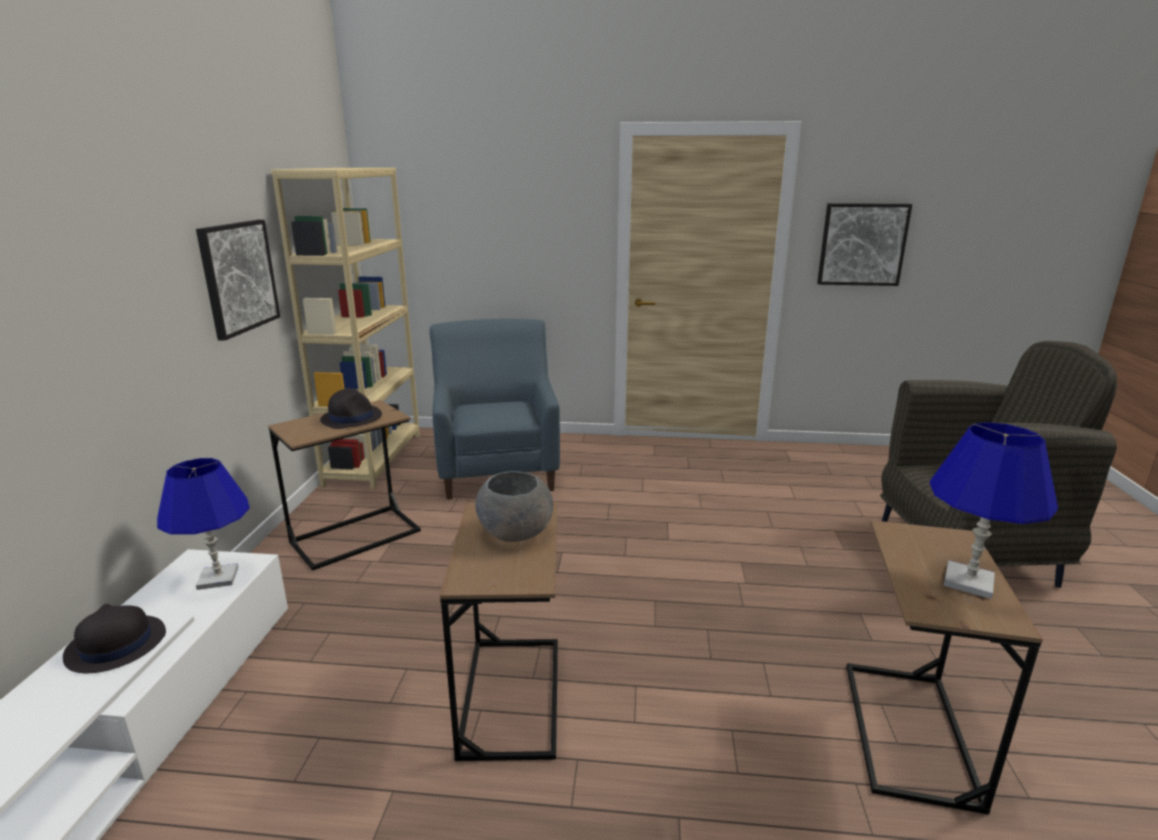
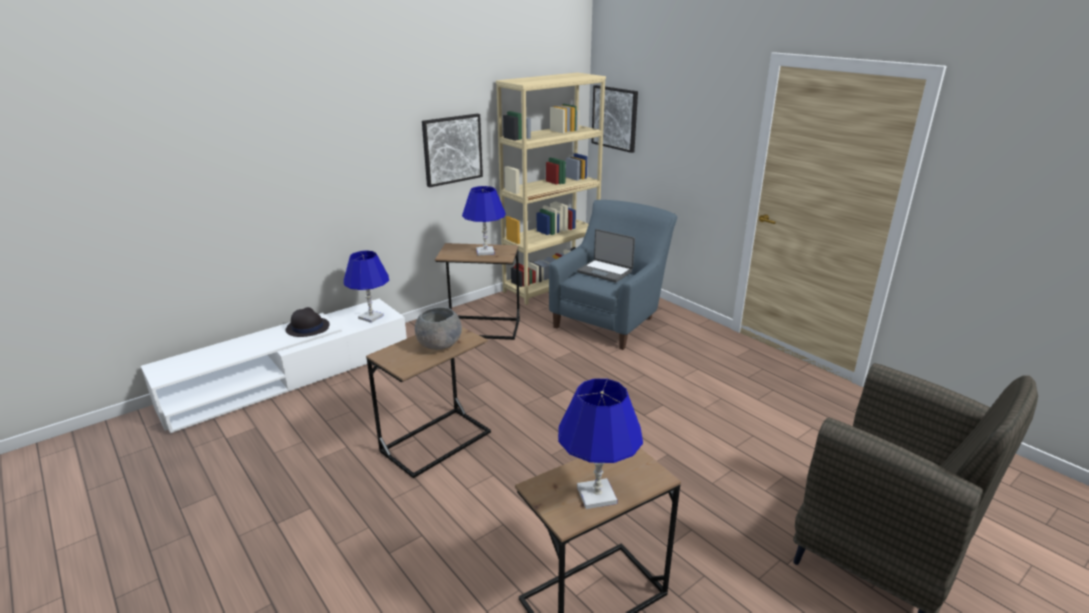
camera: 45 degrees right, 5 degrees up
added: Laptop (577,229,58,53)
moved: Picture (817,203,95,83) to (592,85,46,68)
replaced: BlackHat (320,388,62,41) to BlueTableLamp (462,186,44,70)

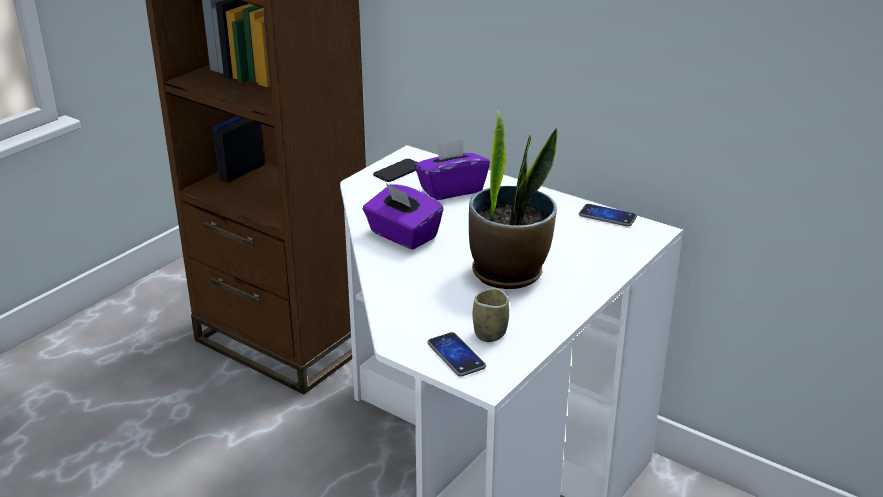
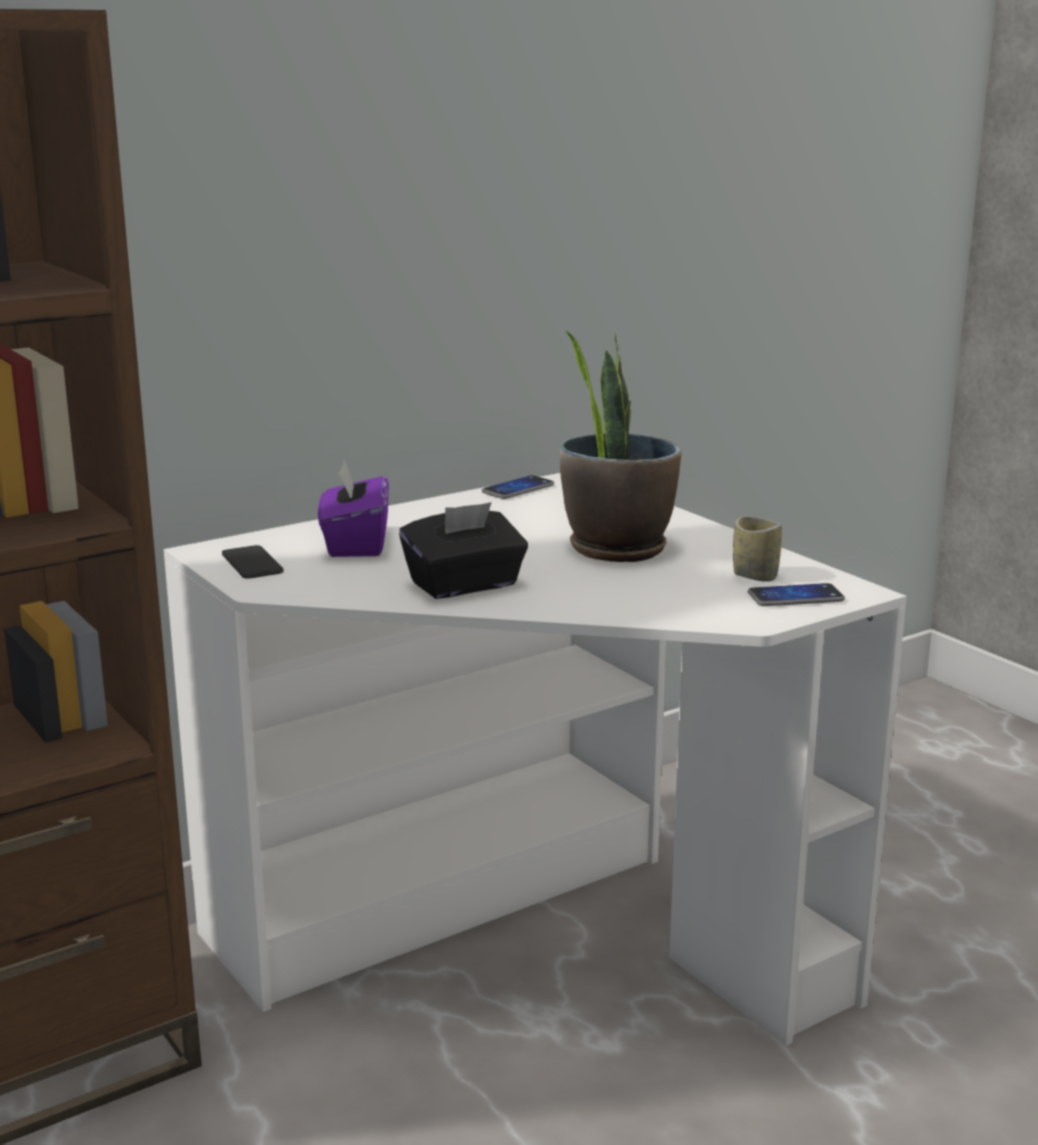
camera: 70 degrees left, 10 degrees down
recoloured: PurpleTissueBox (363,183,81,67) to BlackTissueBox (399,502,129,97)

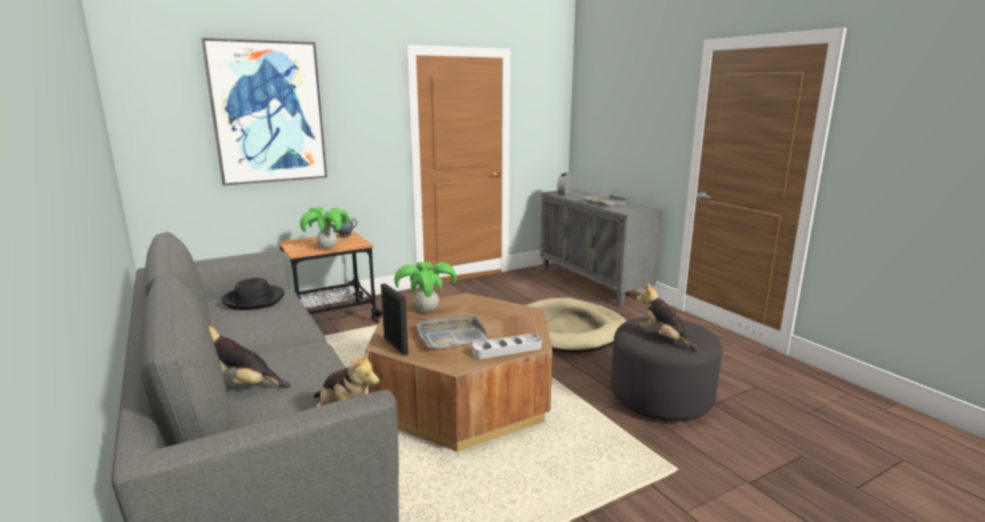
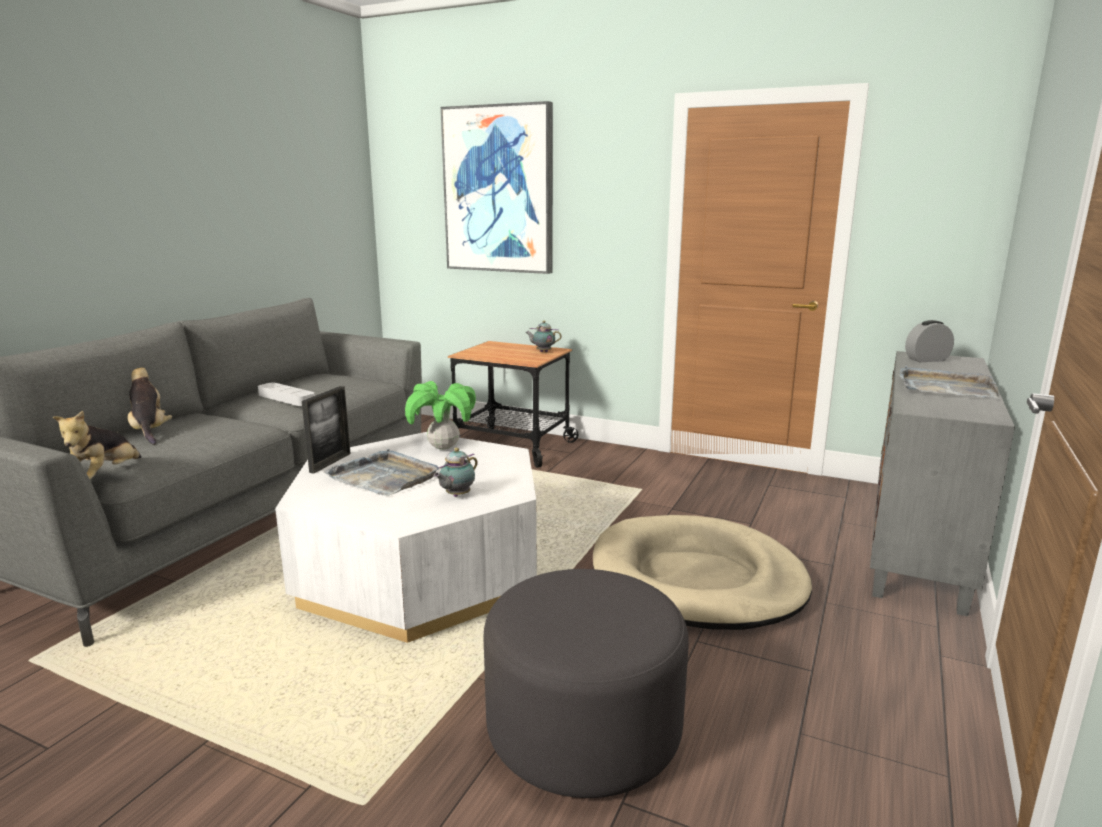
camera: 55 degrees right, 0 degrees up
removed: BlackHat (221,278,64,32); PottedPlant (300,206,48,43); PlushToy (637,283,62,68)
added: Teapot (434,448,44,49)
moved: GreyTray (472,333,69,26) to (258,383,57,23)
recoloured: BrownCoffeeTable (365,293,187,159) to WhiteCoffeeTable (275,432,262,211)

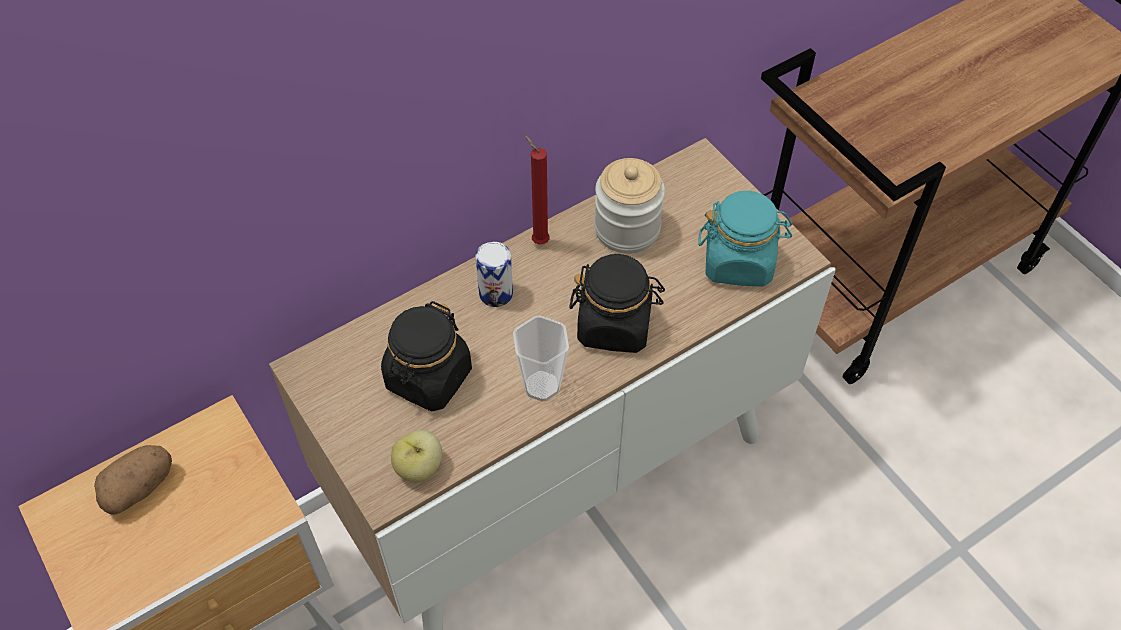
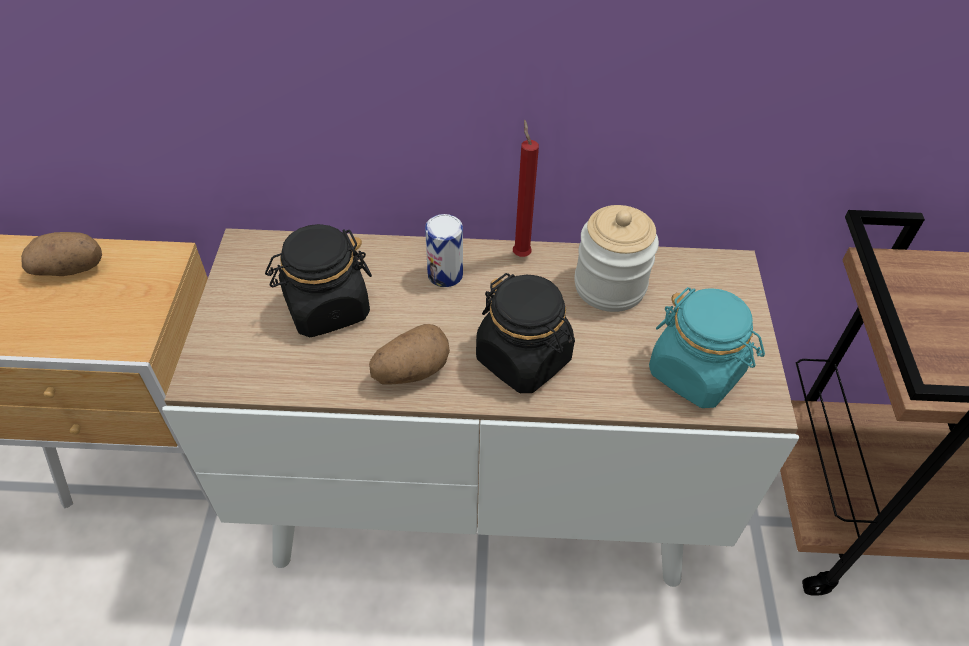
camera: 35 degrees right, 5 degrees down
removed: Apple (391,430,51,52)
replaced: Cup (513,315,56,87) to Potato (369,324,81,61)

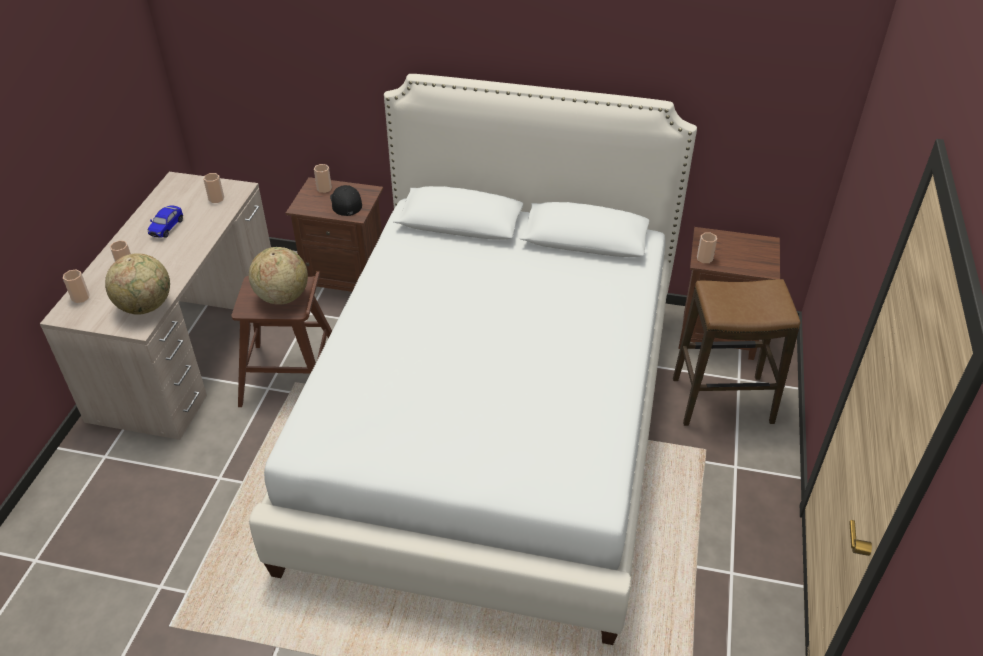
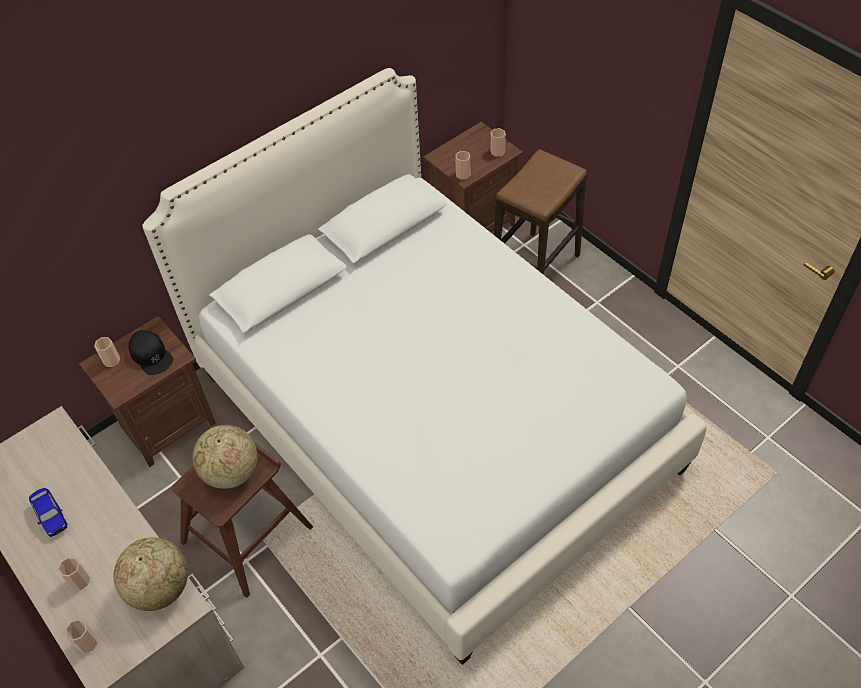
camera: 50 degrees left, 10 degrees up
moved: Cup (203,173,21,30) to (491,128,15,29)
turned: BlackCap (330,185,32,31) = (128,330,46,45) 150 degrees counterclockwise

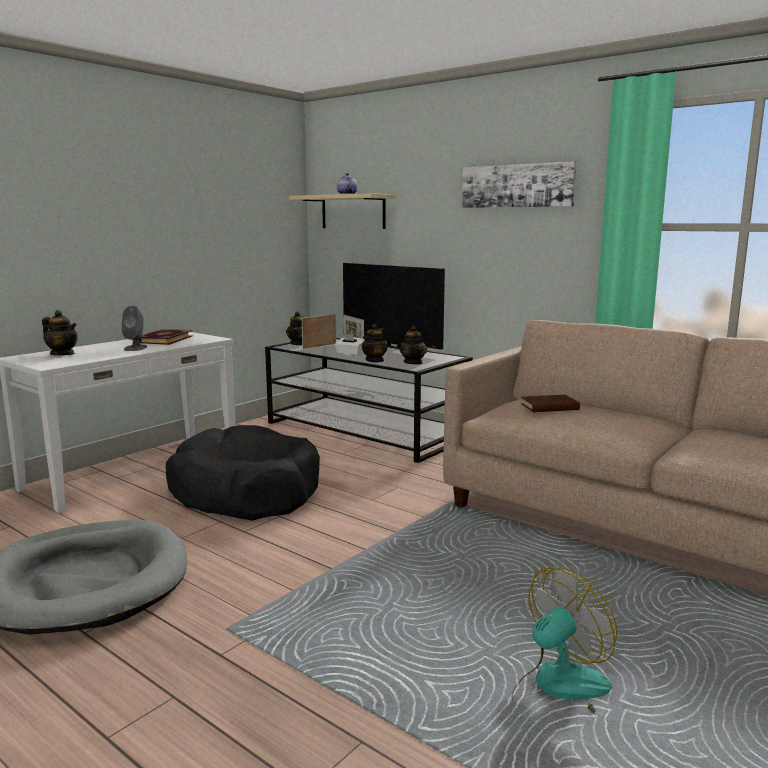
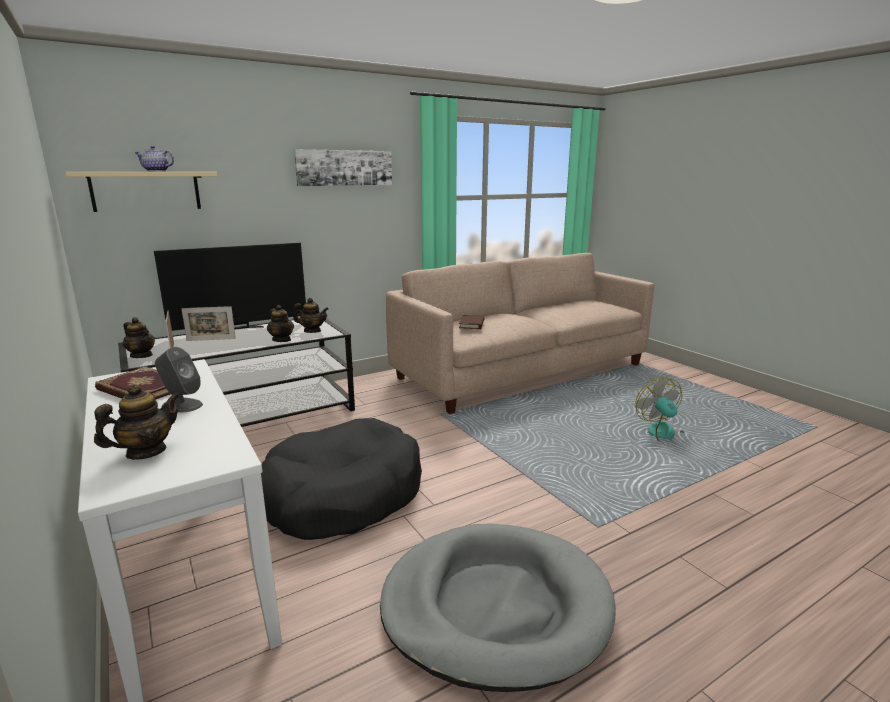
camera: 70 degrees left, 5 degrees up
removed: WhiteTissueBox (335,333,30,23)

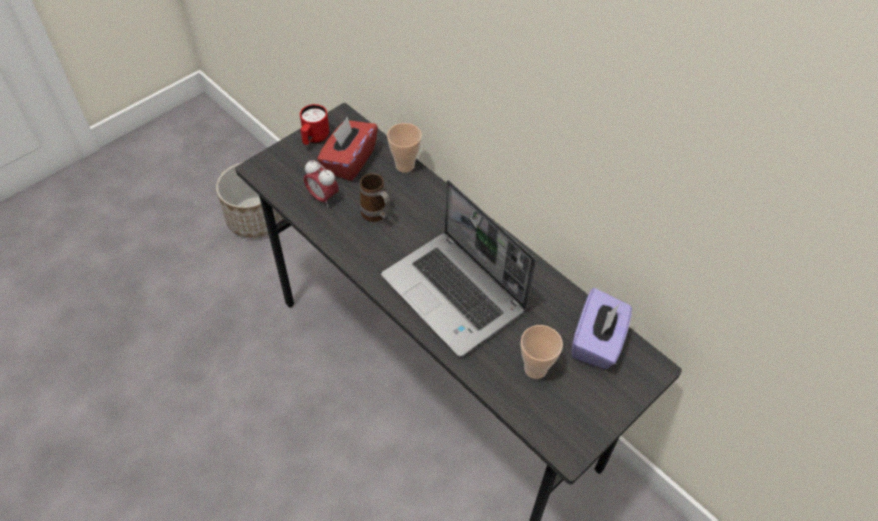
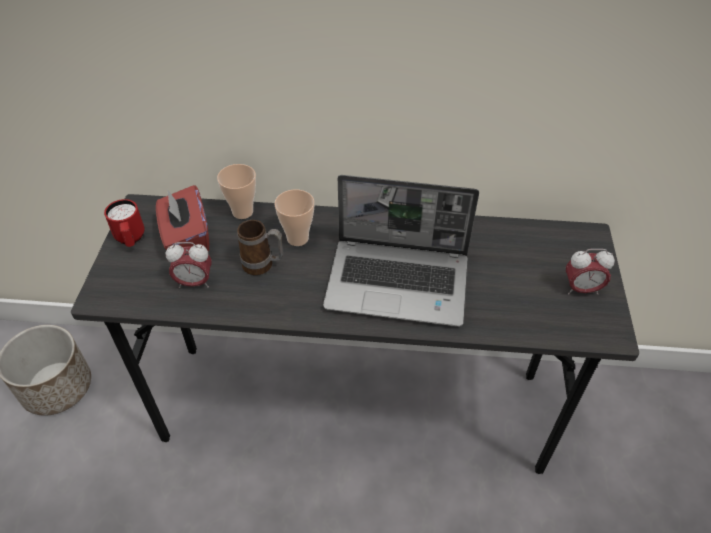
camera: 40 degrees left, 5 degrees down
removed: PurpleTissueBox (572,288,60,81)
added: AlarmClock (566,249,49,46)
moved: Cup (521,325,42,54) to (274,189,41,57)

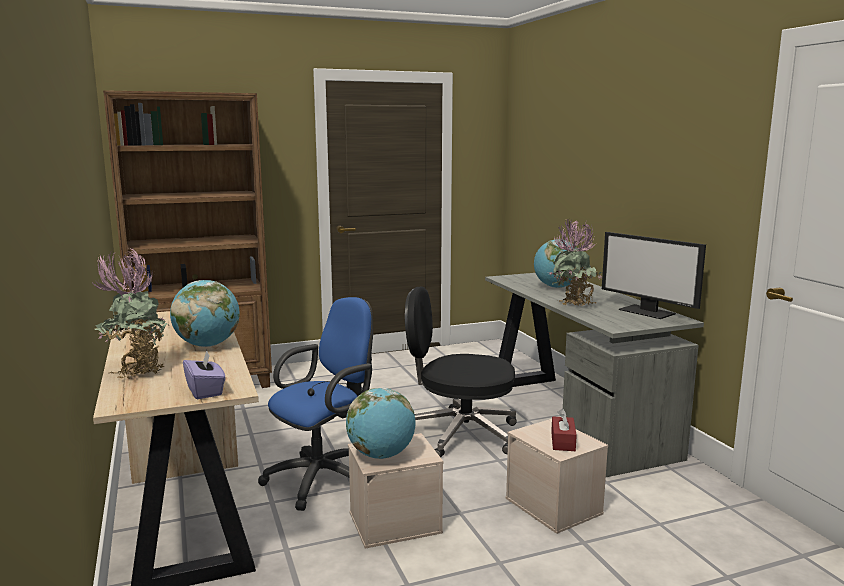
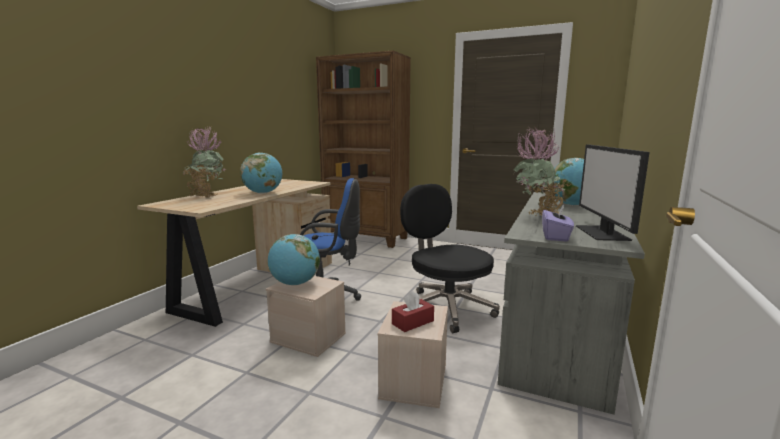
camera: 45 degrees right, 0 degrees up
moved: PurpleTissueBox (183,350,43,49) to (542,205,32,37)

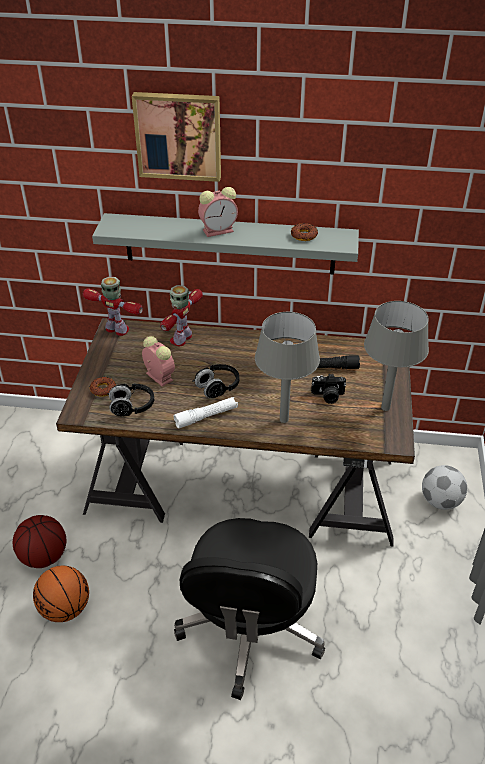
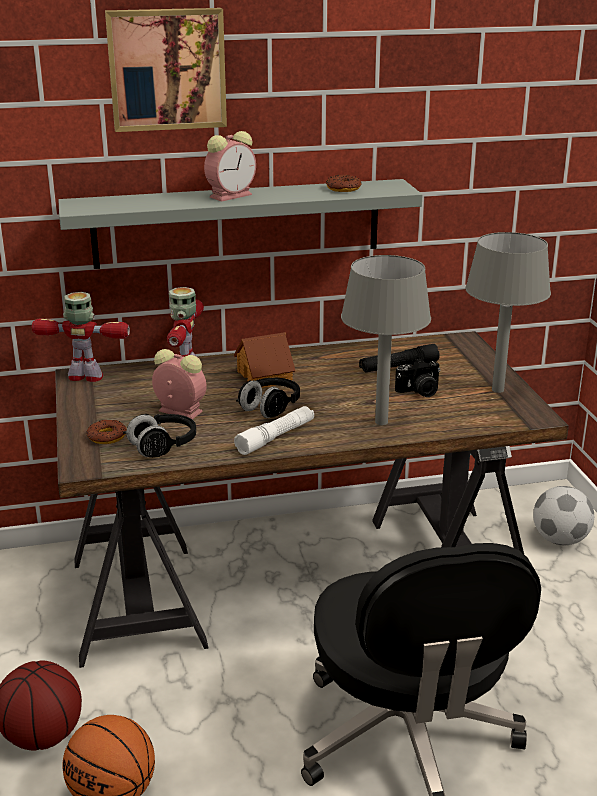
camera: 20 degrees left, 15 degrees down
added: ToyHouse (234,332,62,56)

